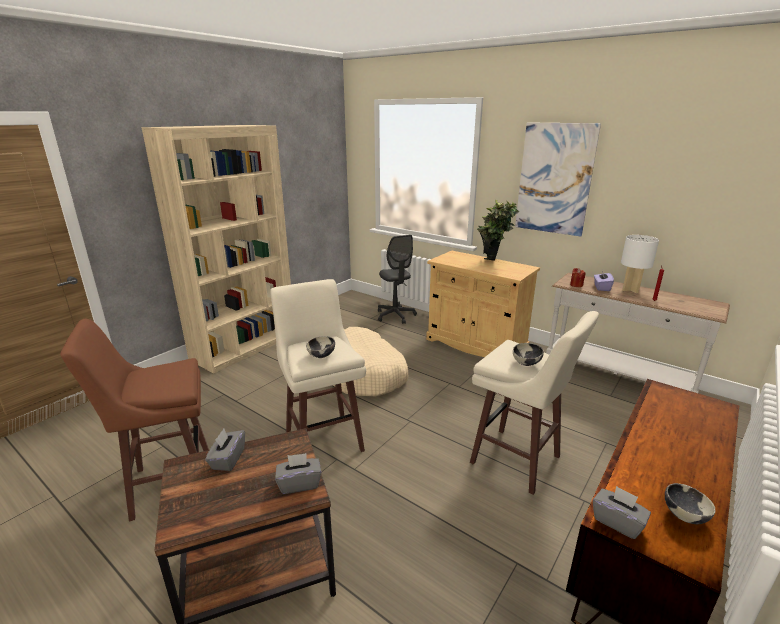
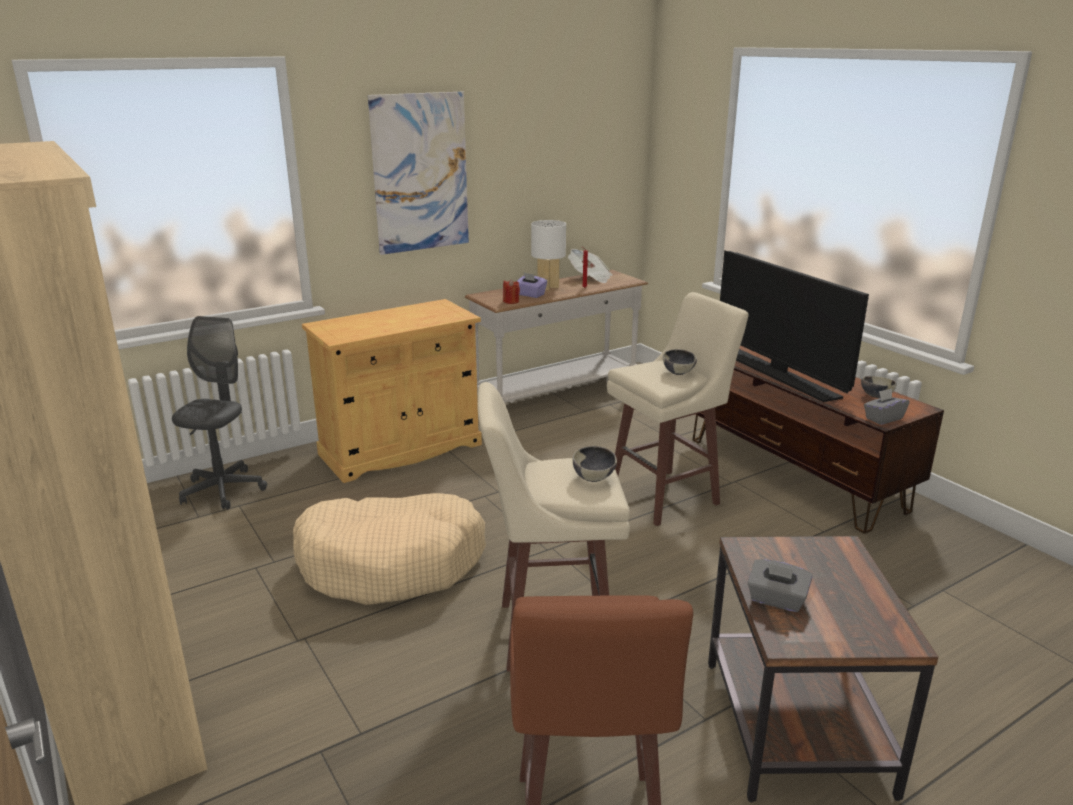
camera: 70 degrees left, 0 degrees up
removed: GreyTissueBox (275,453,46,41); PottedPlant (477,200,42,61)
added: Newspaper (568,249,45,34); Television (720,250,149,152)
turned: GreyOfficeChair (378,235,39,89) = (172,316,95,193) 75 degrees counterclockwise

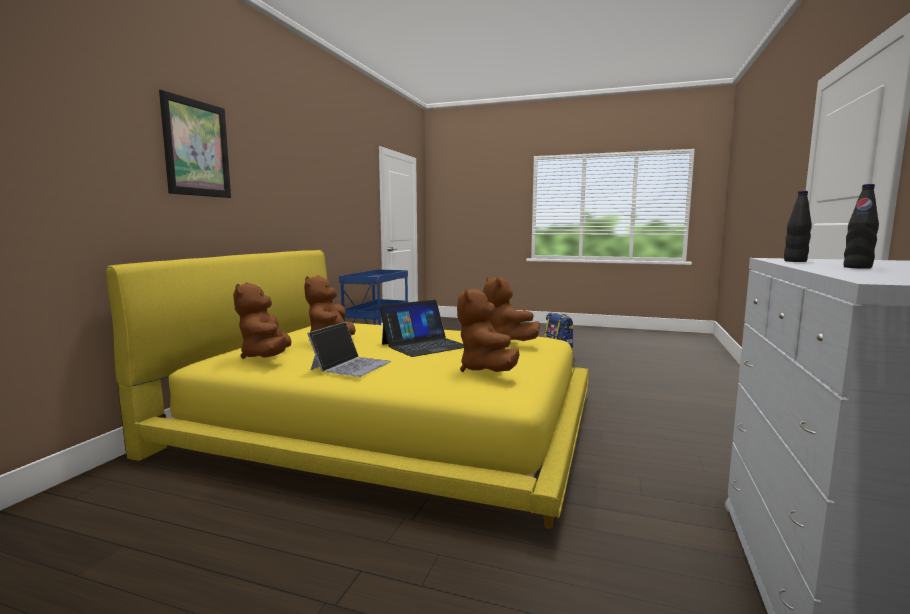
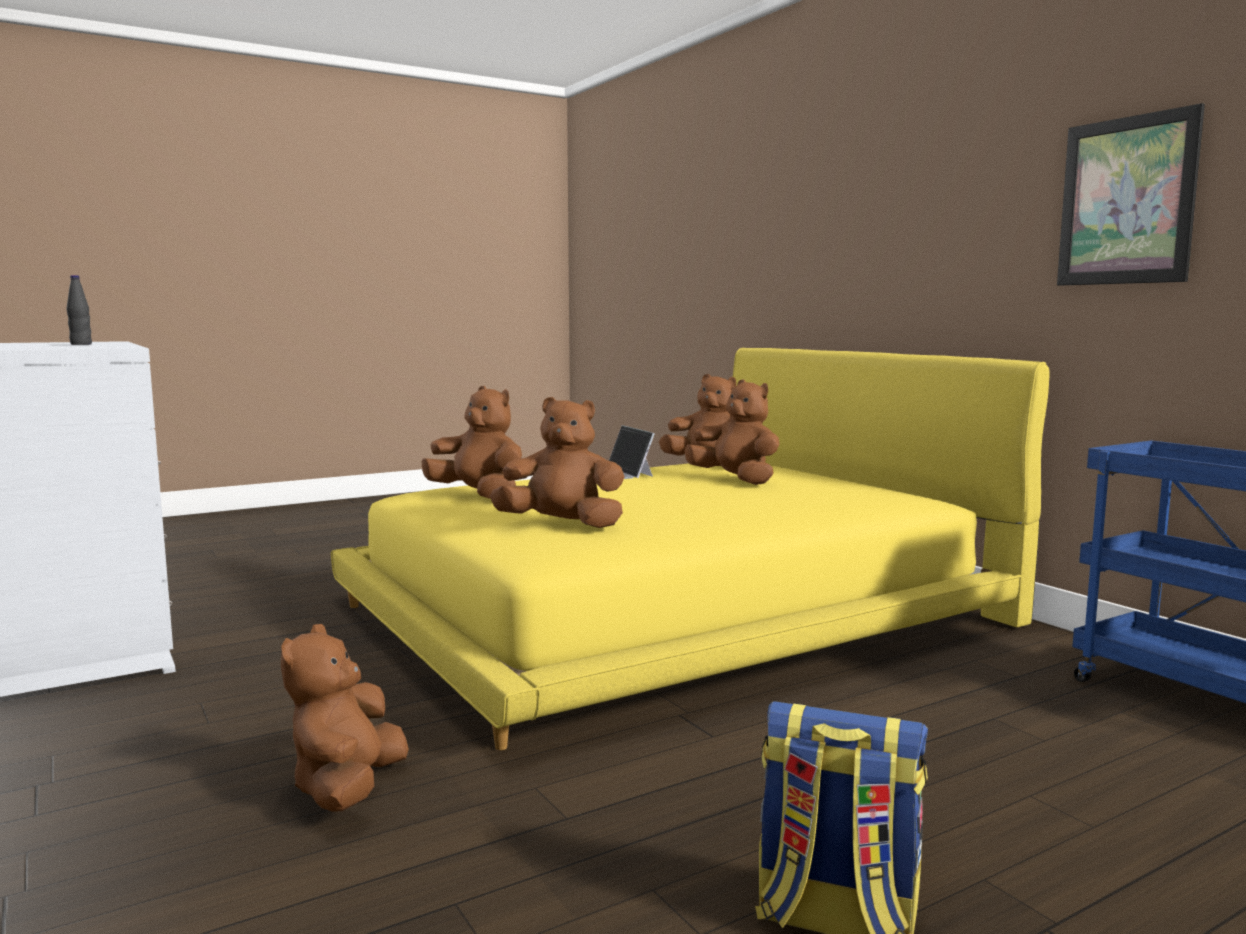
camera: 130 degrees right, 0 degrees up
removed: Laptop (379,300,85,57); BlackBottle (784,191,28,71)
added: BrownPlushToy (281,624,128,188)
moved: Picture (159,90,72,108) to (1057,103,148,183)

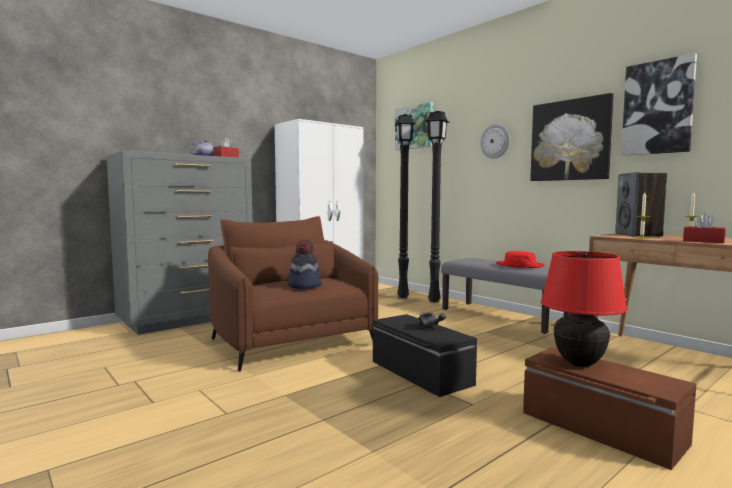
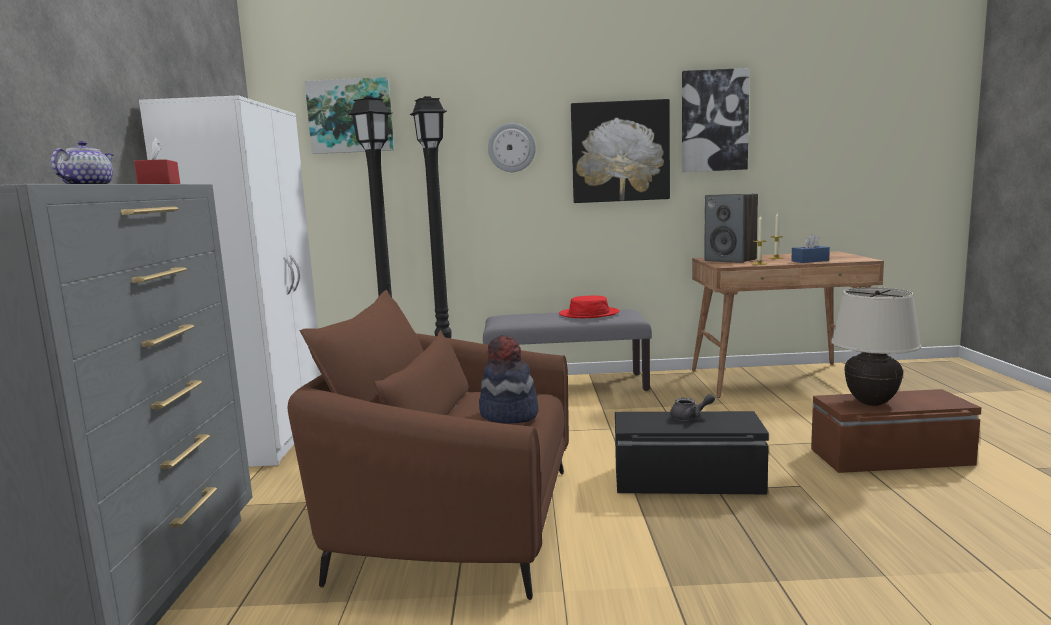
camera: 50 degrees left, 5 degrees up
recoloured: RedTableLamp (541,251,87,116) to BeigeTableLamp (831,287,90,119); RedTissueBox (683,213,42,30) to BlueTissueBox (791,234,39,29)

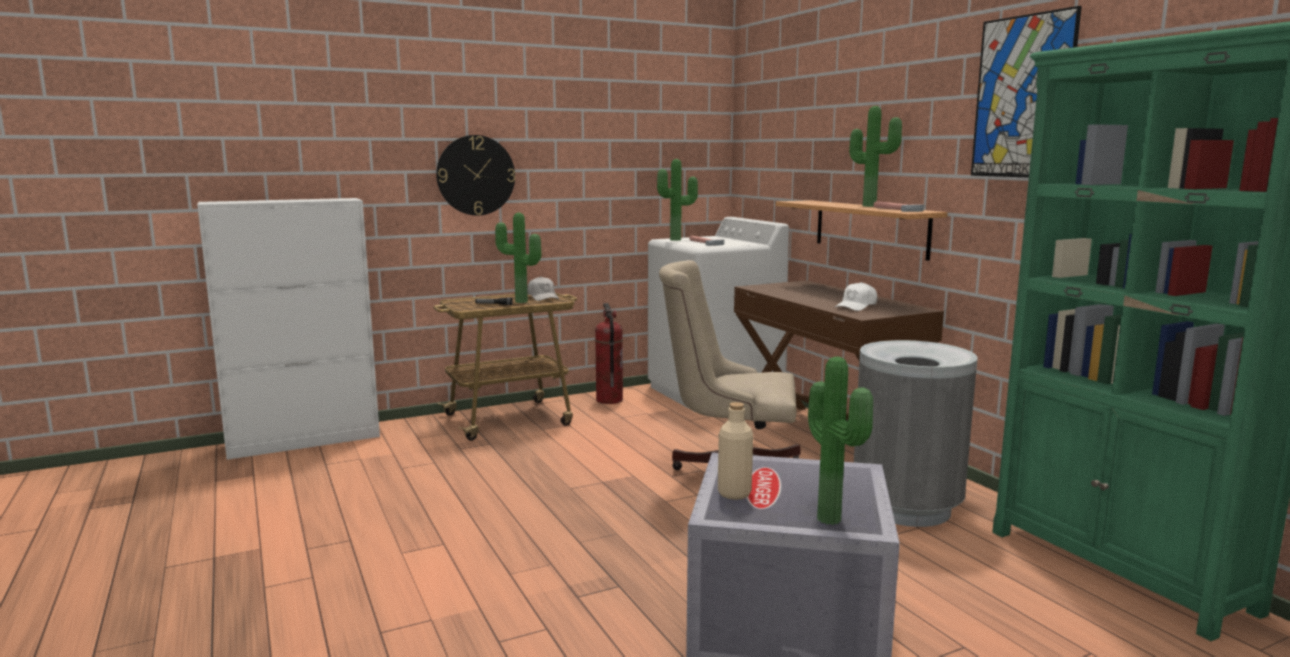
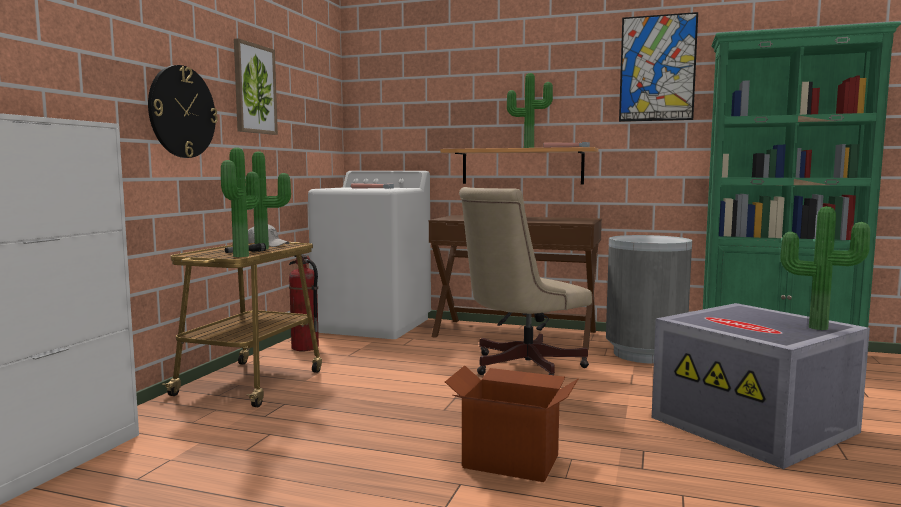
camera: 45 degrees left, 5 degrees down
removed: BeigeBottle (718,402,35,98); WhiteCap (835,282,42,29)
added: Picture (234,38,44,97); CardboardBox (445,365,133,117)
moved: PottedPlant (657,159,41,82) to (221,147,39,110)

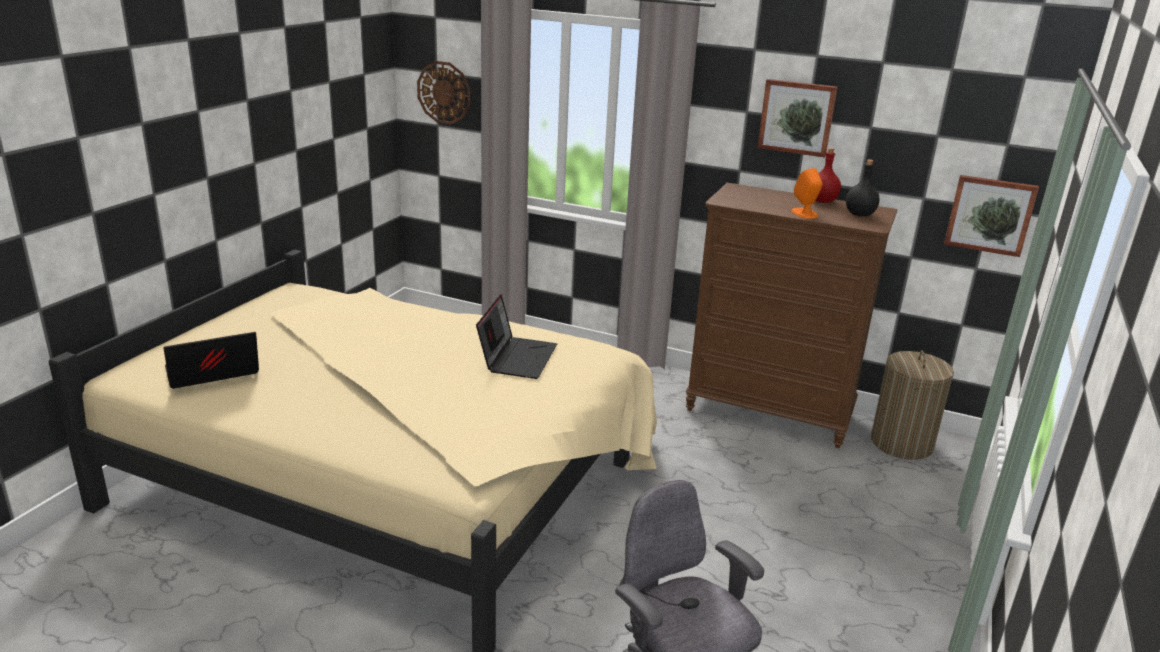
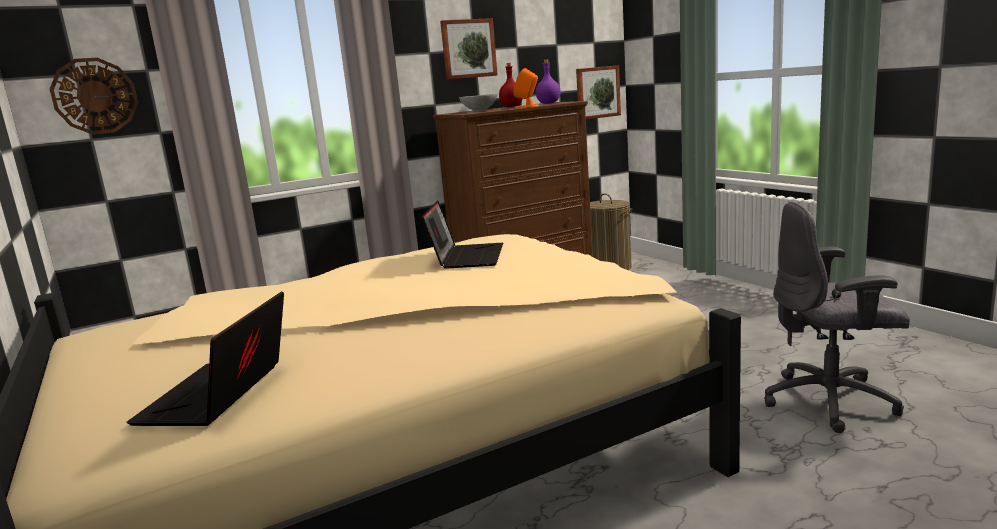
camera: 50 degrees left, 10 degrees down
added: GreyBowl (459,94,39,17)
recoloured: BlackBottle (846,159,33,57) to PurpleBottle (536,59,24,45)
turned: Laptop (476,295,81,84) = (422,200,81,69) 45 degrees clockwise

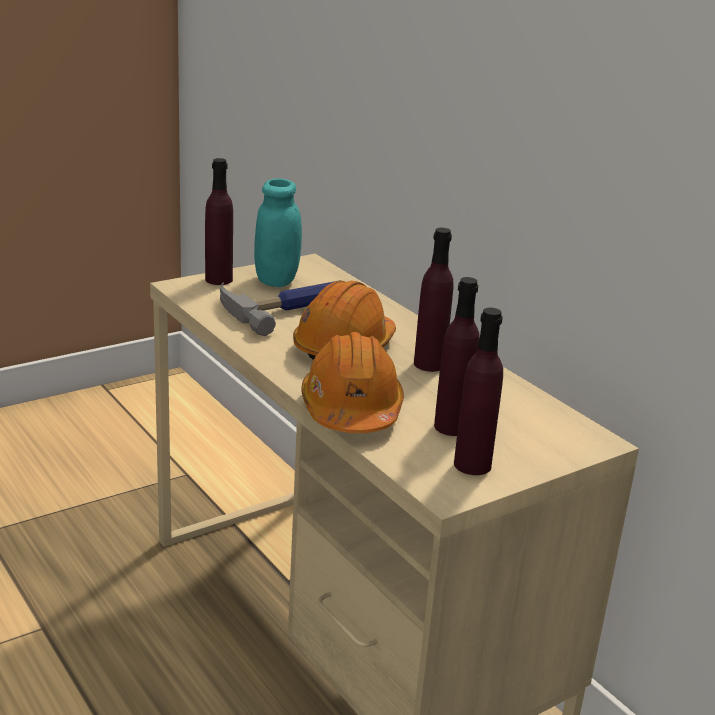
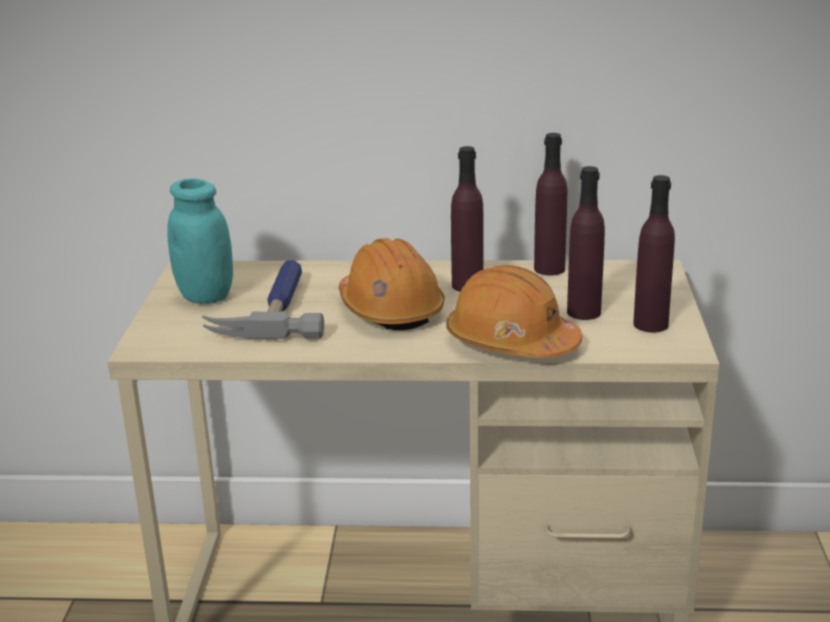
camera: 50 degrees left, 0 degrees up
moved: PurpleBottle (205,158,28,127) to (534,133,33,142)

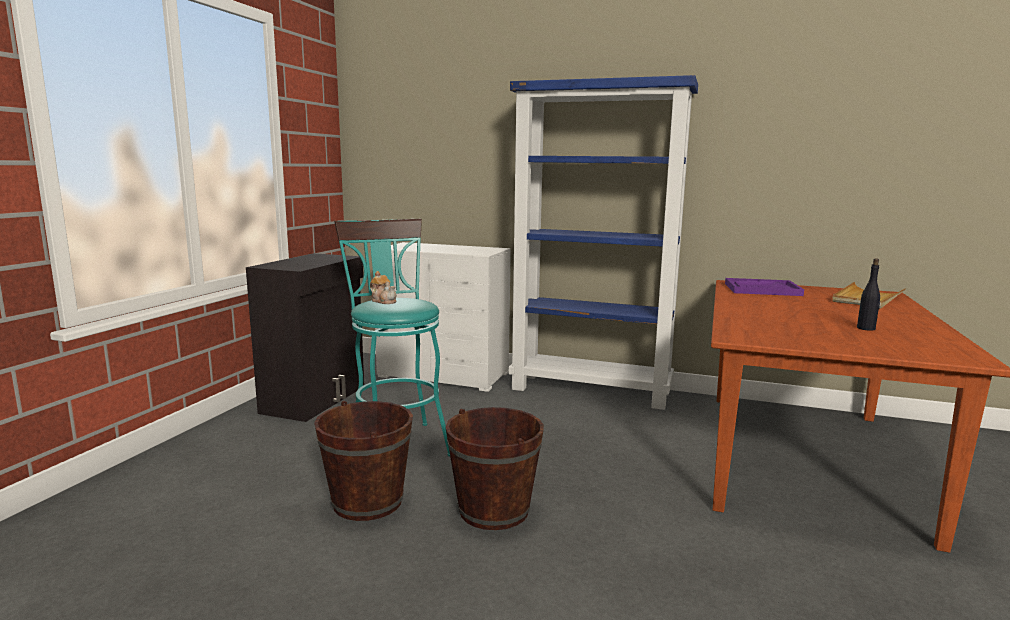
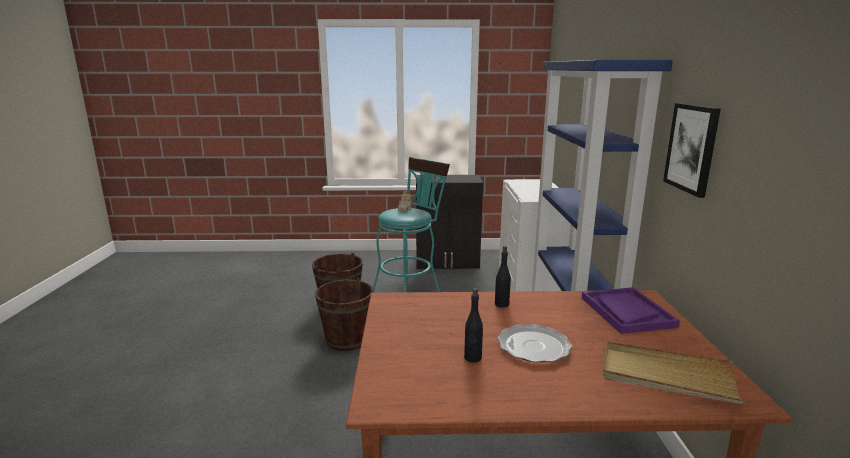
camera: 70 degrees right, 5 degrees up
added: BlackBottle (495,246,16,62); Plate (497,324,75,38); Picture (663,103,58,95)

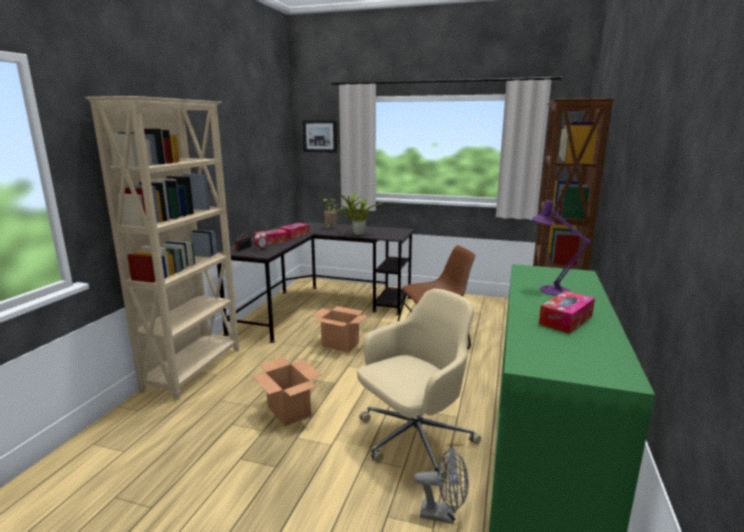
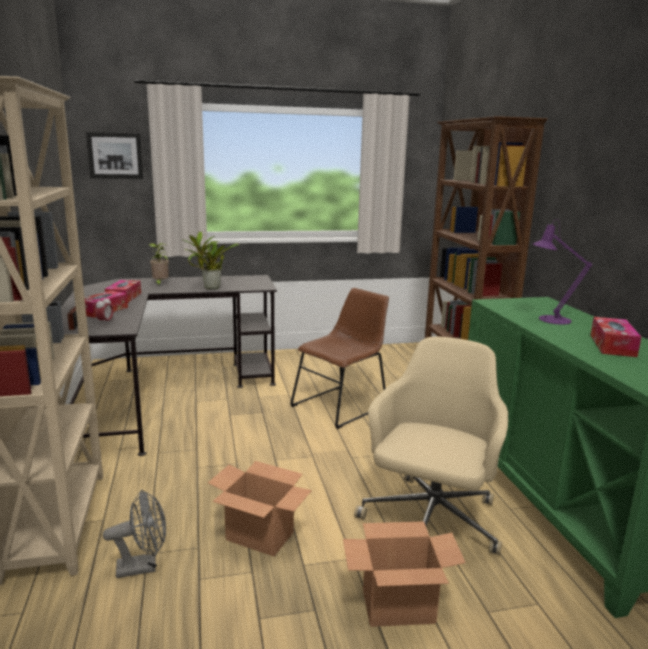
camera: 30 degrees left, 0 degrees up
moved: CardboardBox (311,306,57,46) to (343,521,123,106); GreyFan (414,447,54,77) to (103,490,63,88)

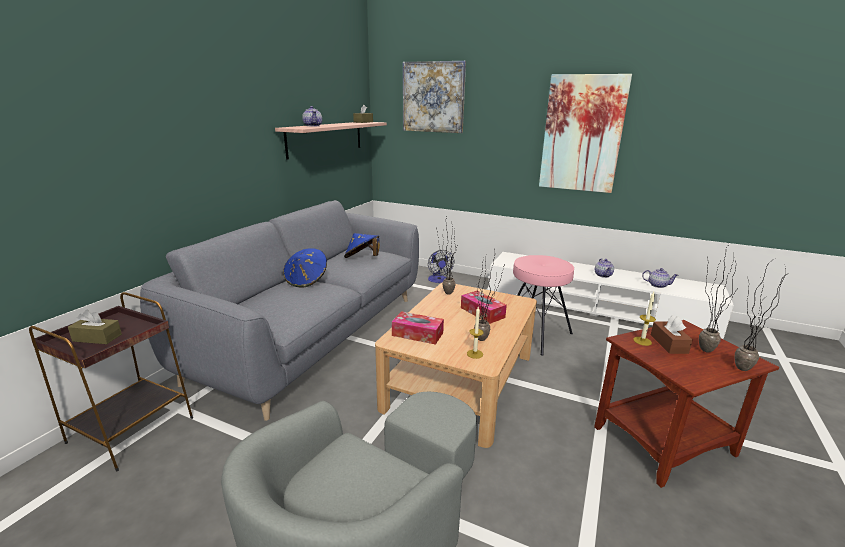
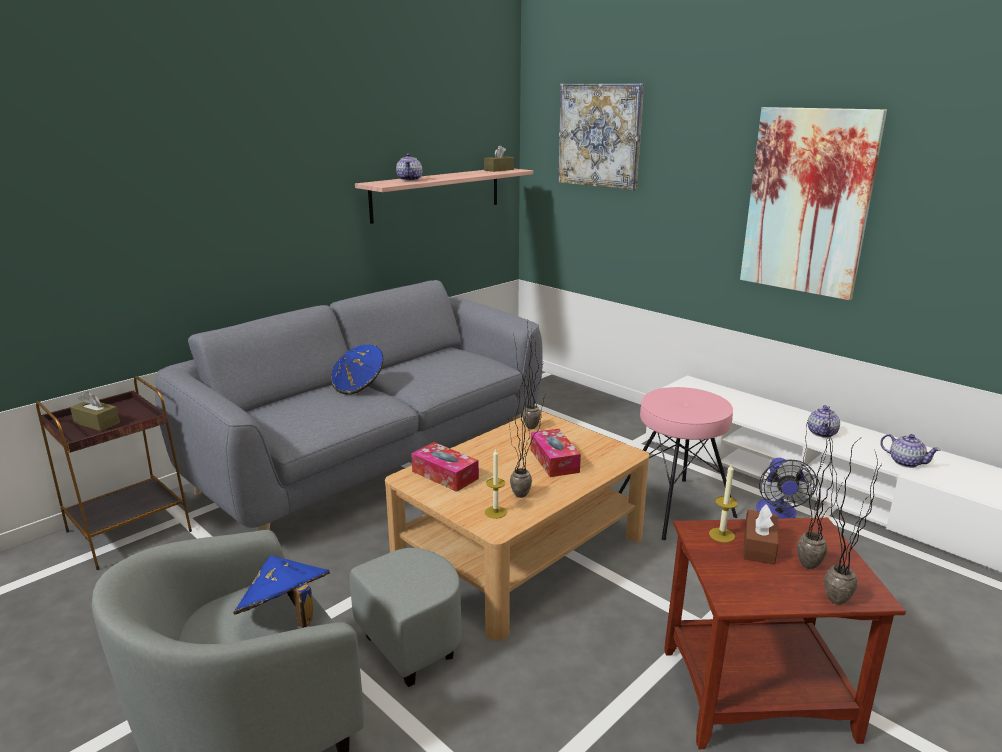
camera: 20 degrees right, 0 degrees up
moved: BlueHat (344,233,36,25) to (234,555,96,73); Fan (428,250,26,33) to (756,458,61,60)

